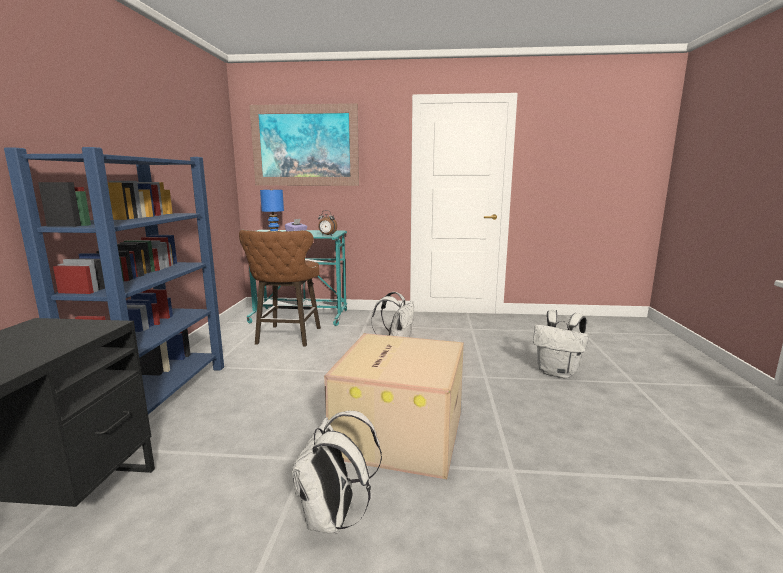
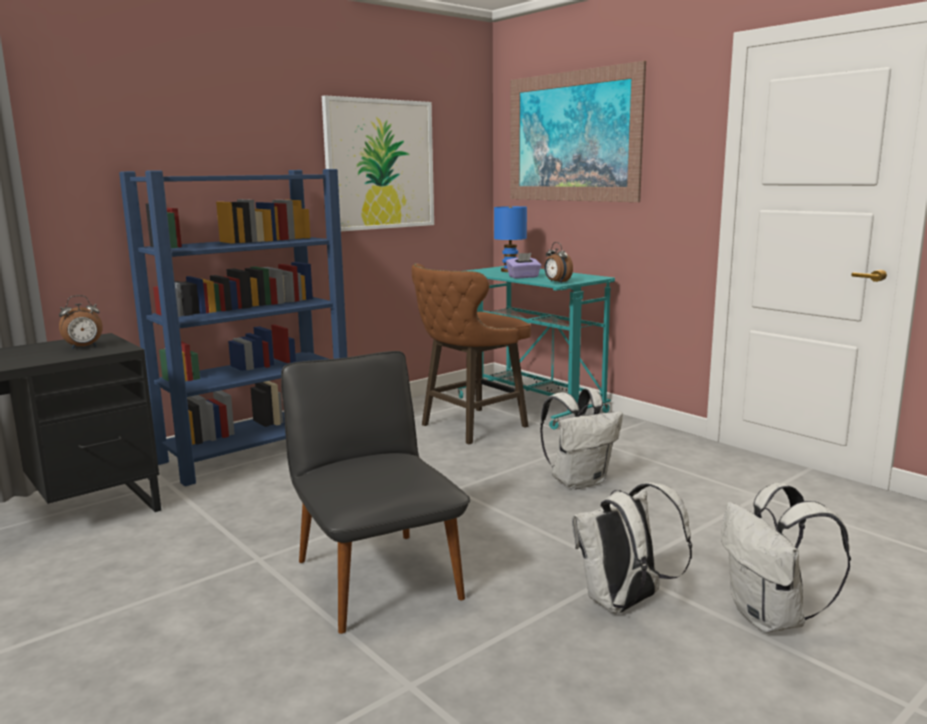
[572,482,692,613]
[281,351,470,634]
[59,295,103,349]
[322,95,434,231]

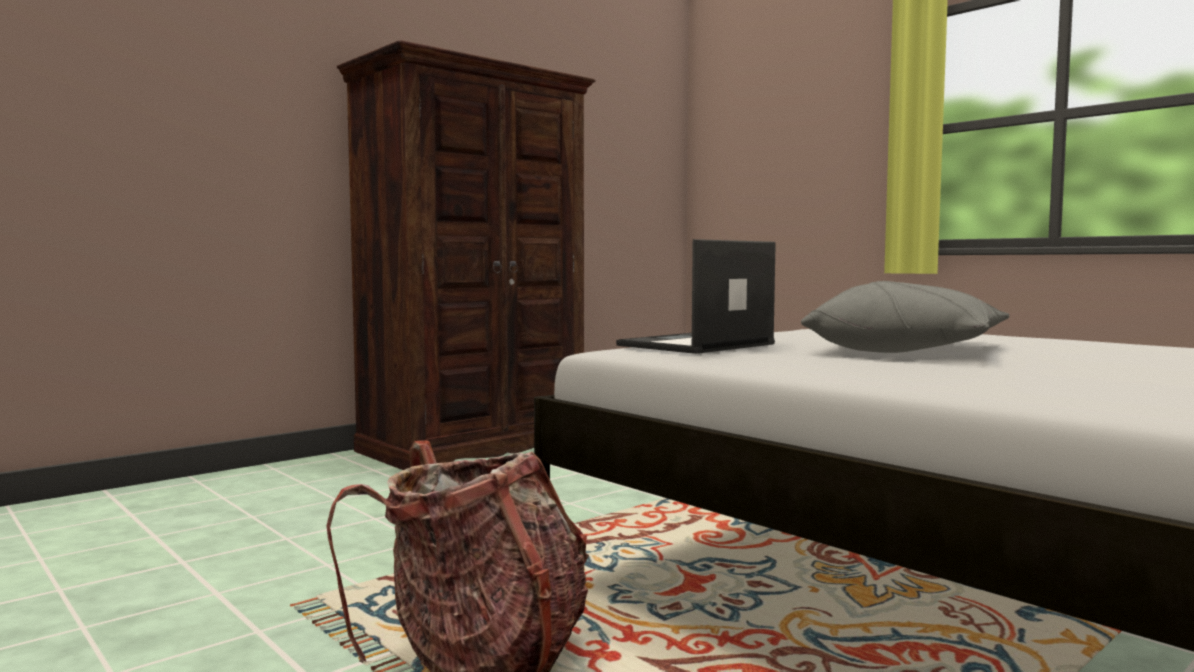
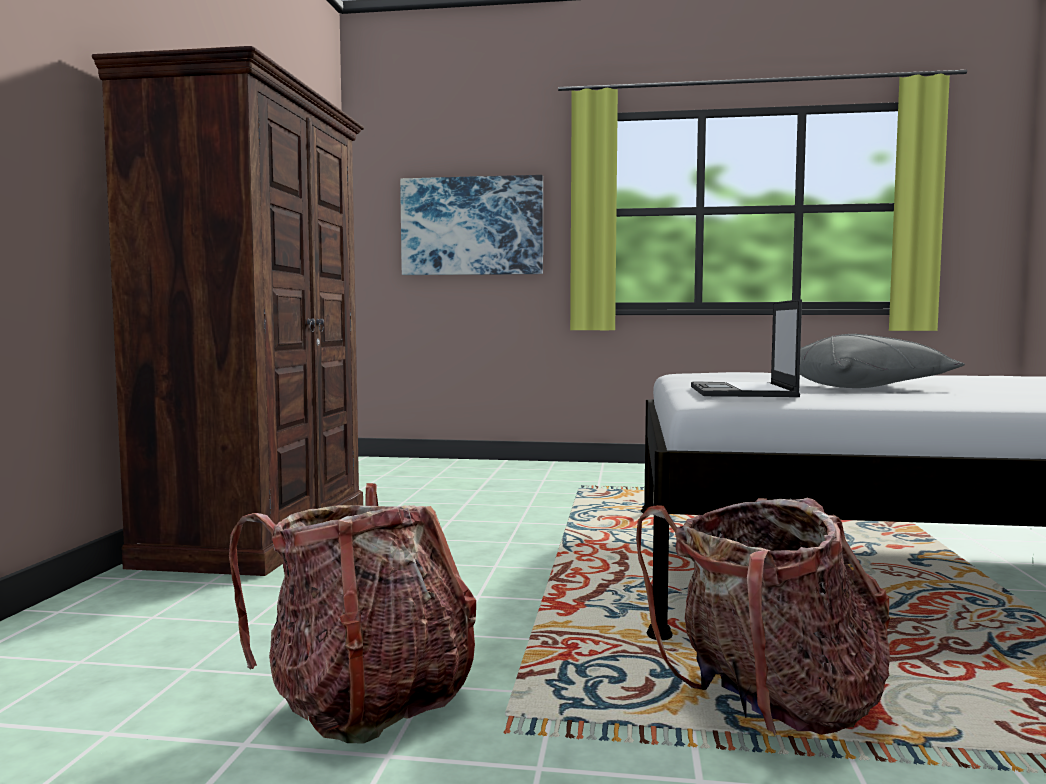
[229,483,476,743]
[400,175,543,275]

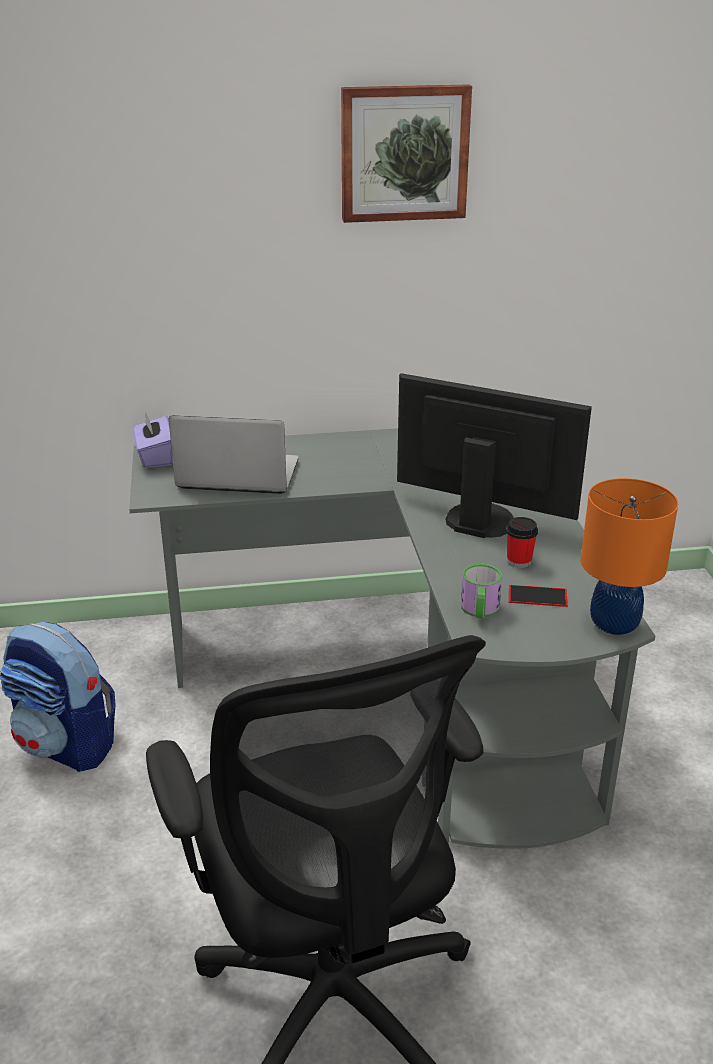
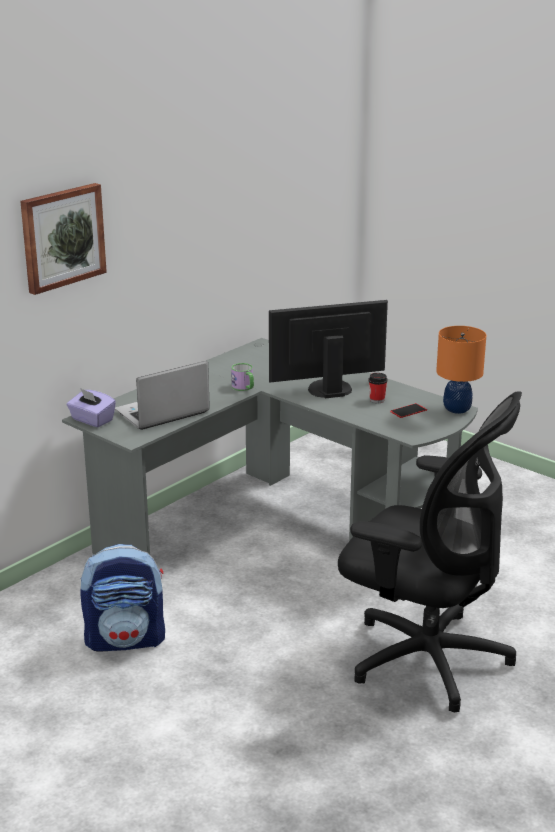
[20,183,107,295]
[231,363,254,391]

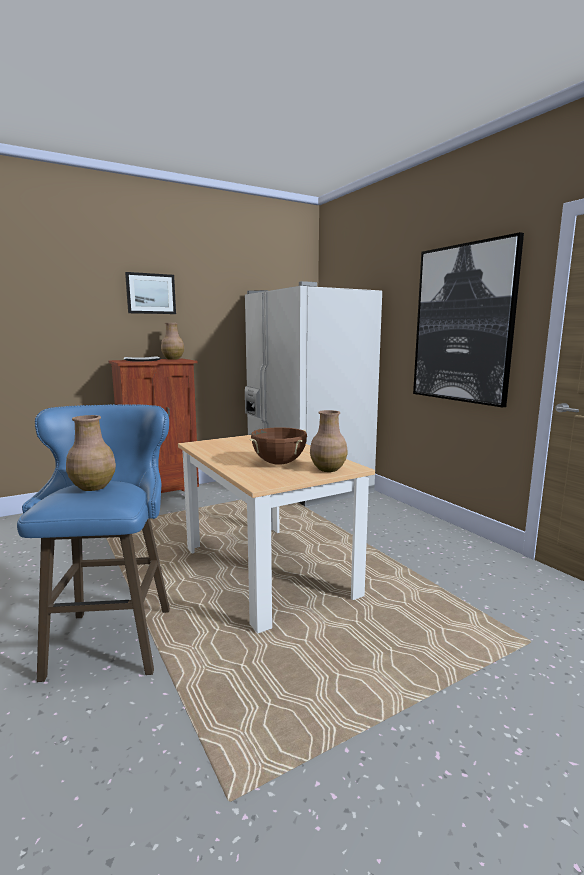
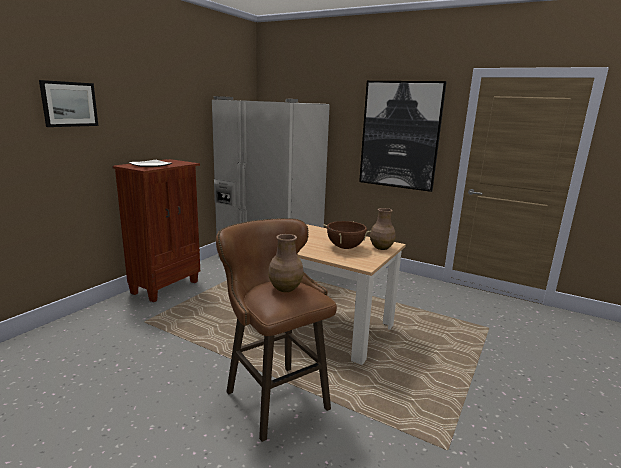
[216,218,337,442]
[39,80,98,127]
[161,323,184,360] (first image)

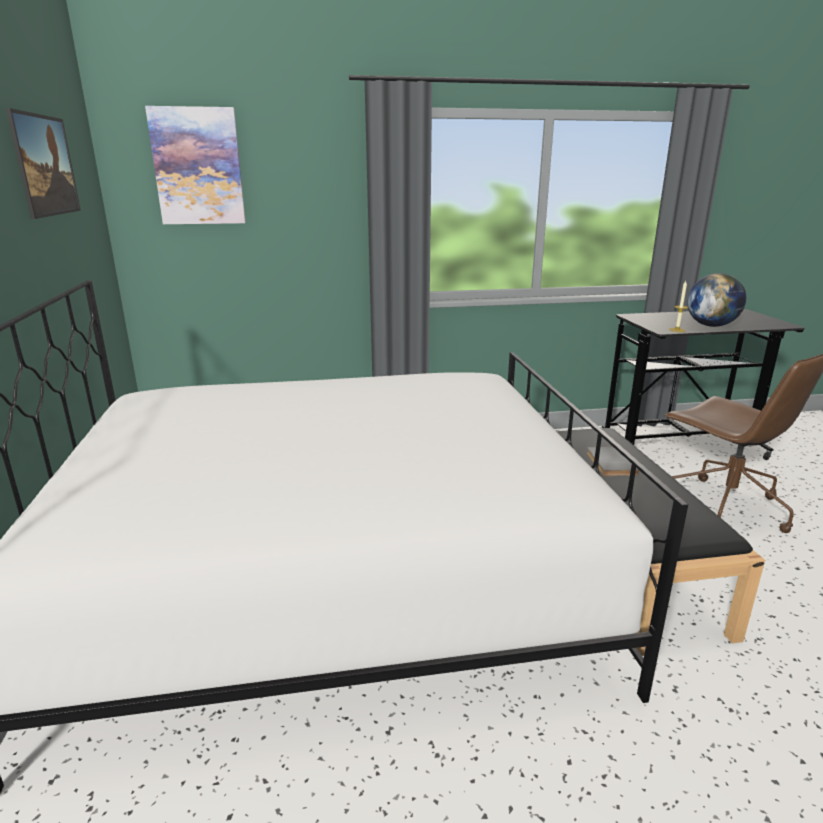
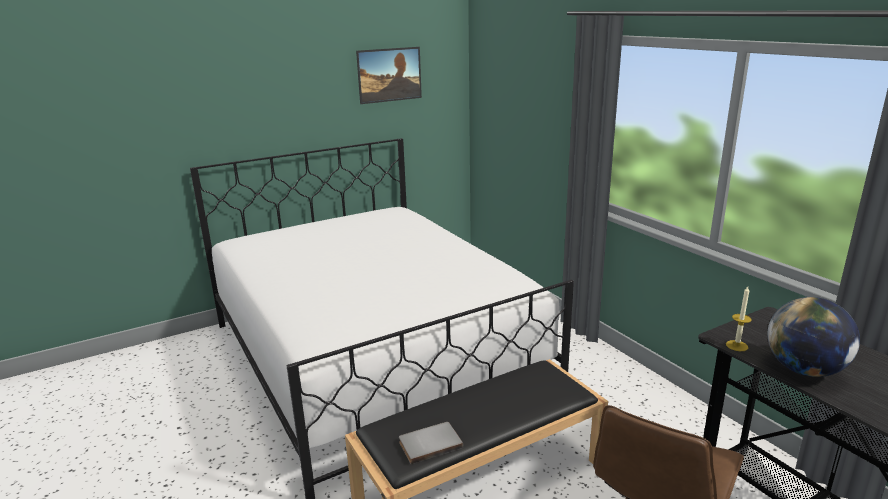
[145,106,246,224] (first image)
[399,422,463,464]

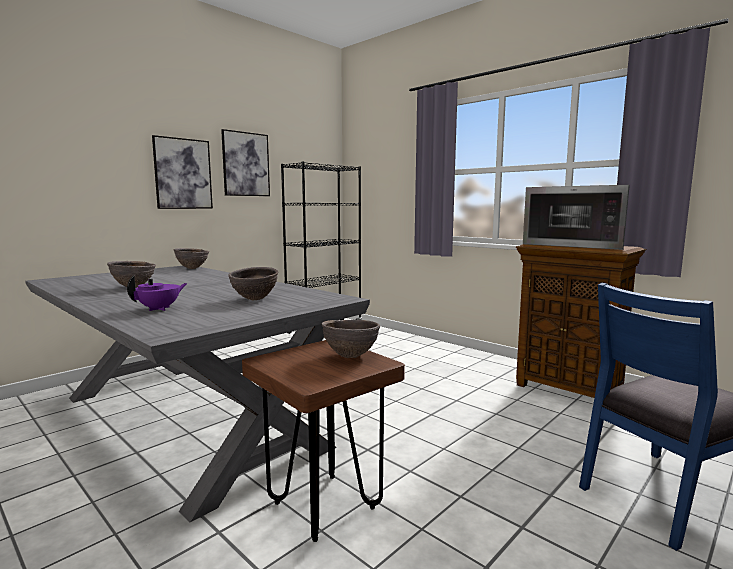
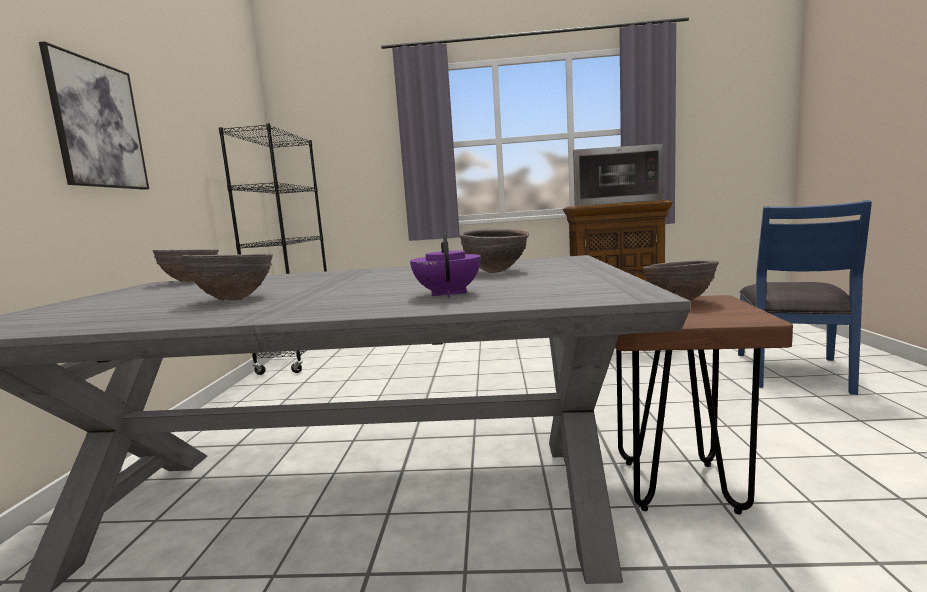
[221,129,270,196] (first image)

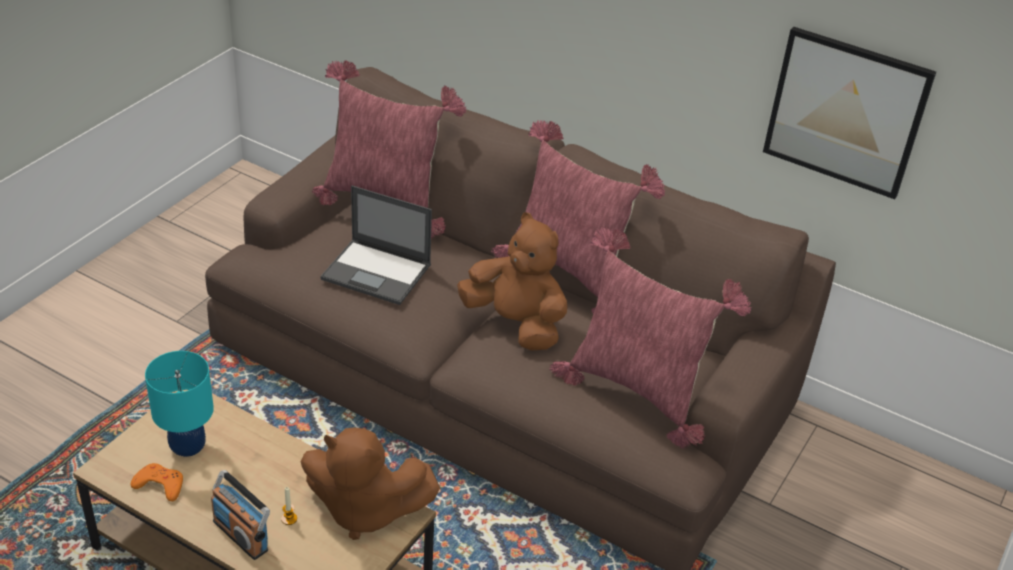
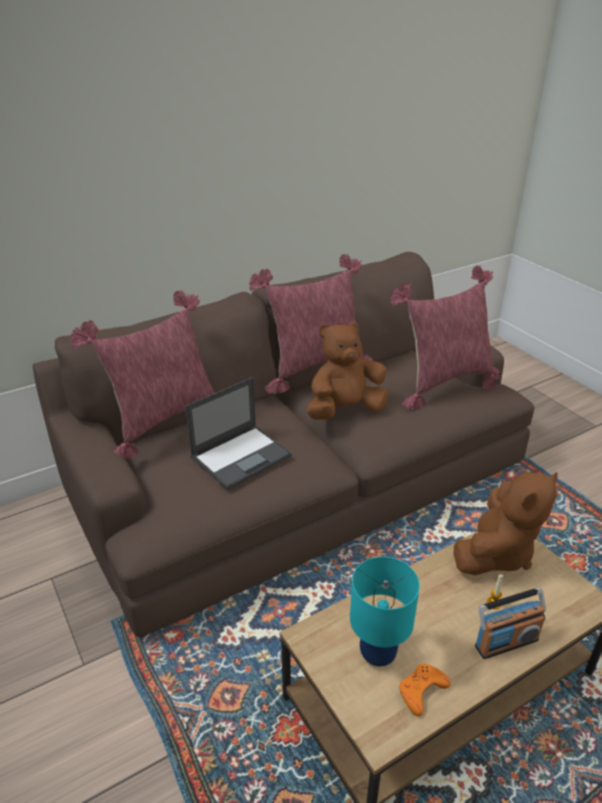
[763,26,936,199] (first image)

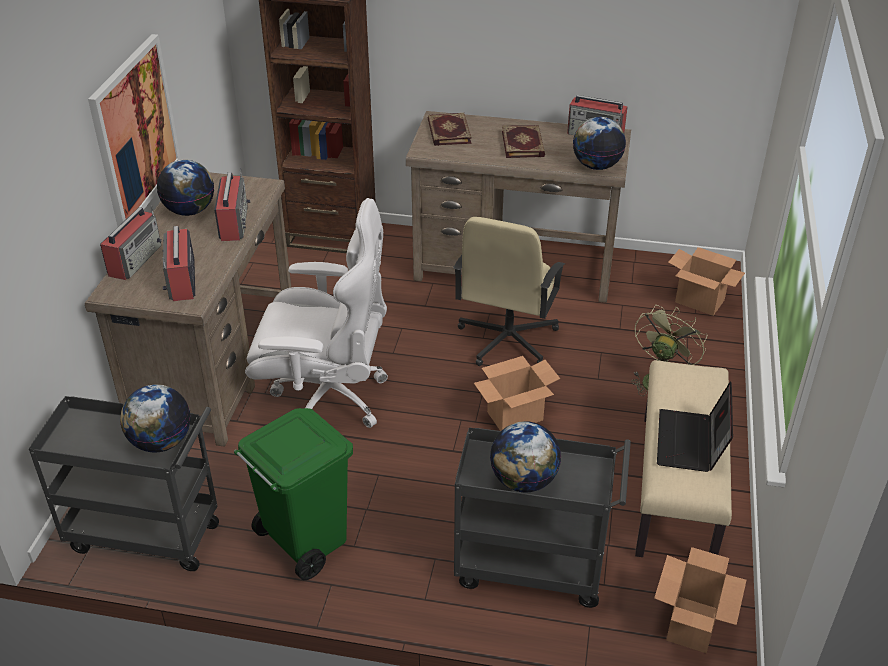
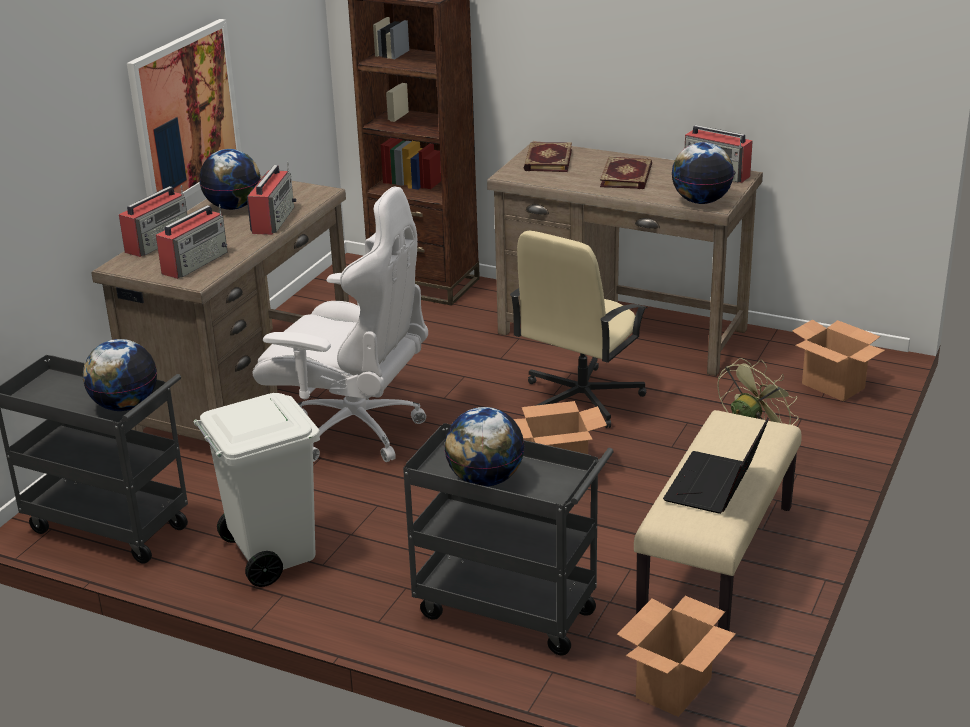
[156,204,228,279]
[193,393,320,587]

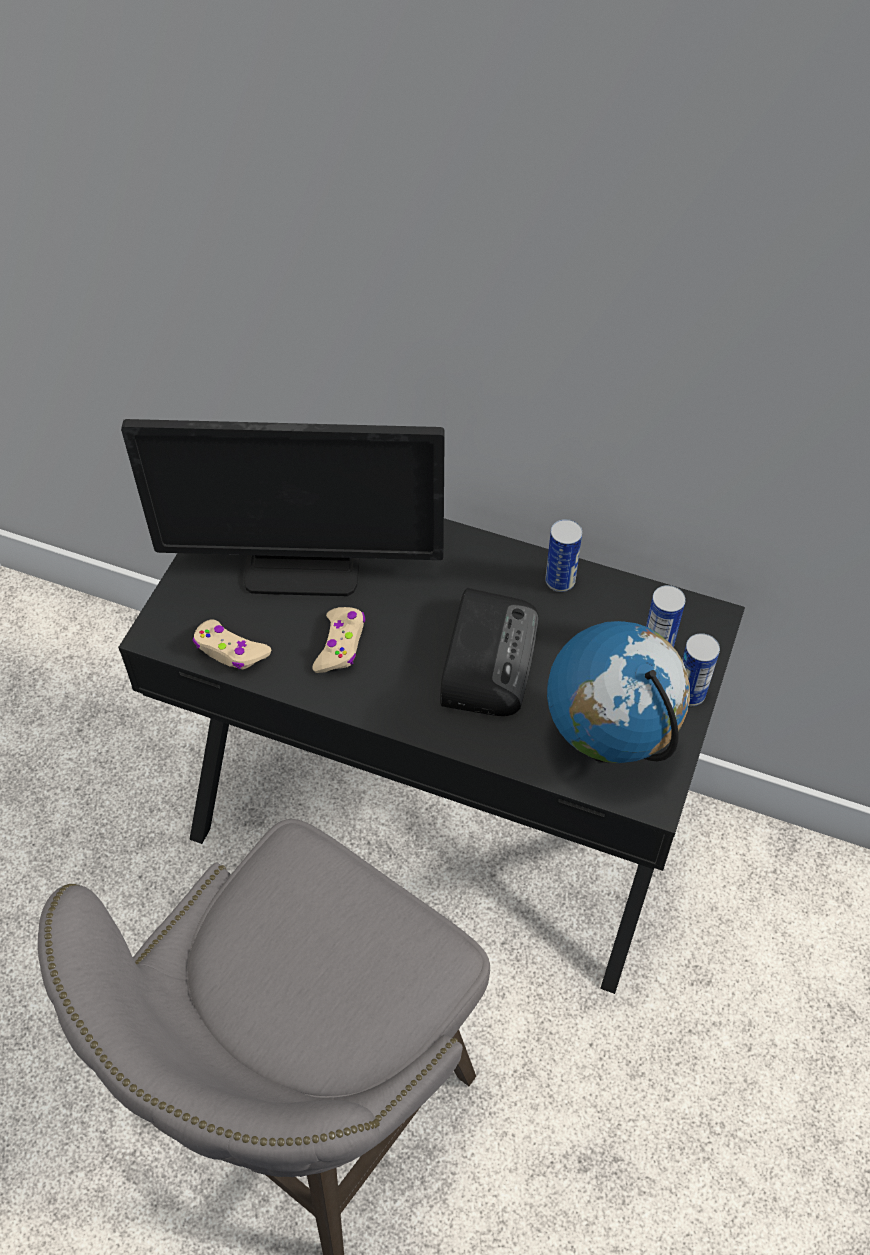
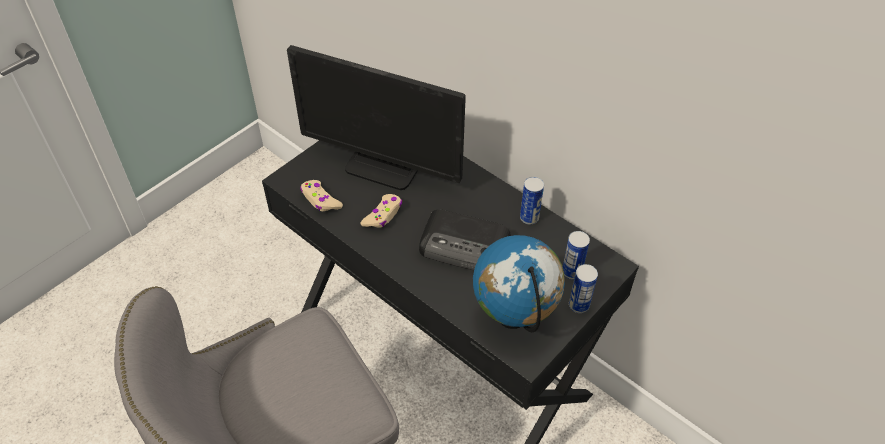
[419,209,510,270]

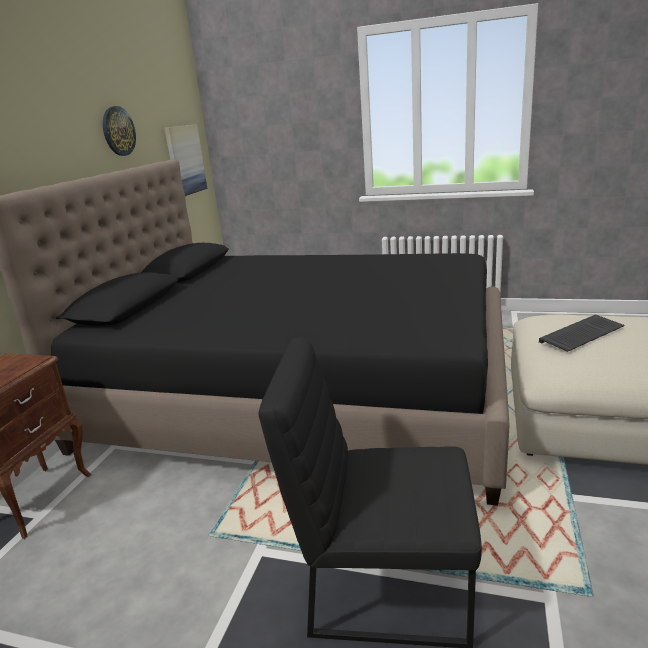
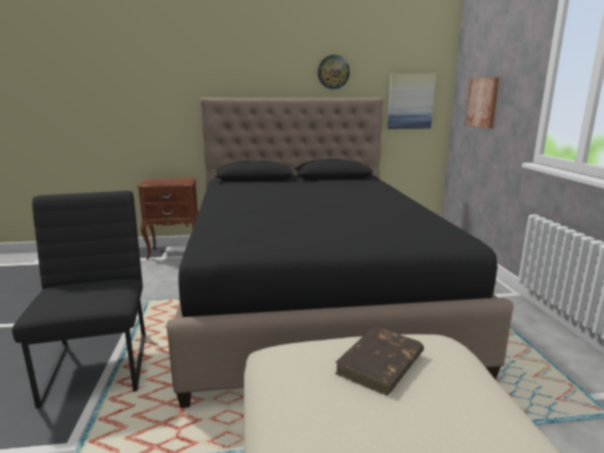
[335,326,424,395]
[465,77,500,129]

